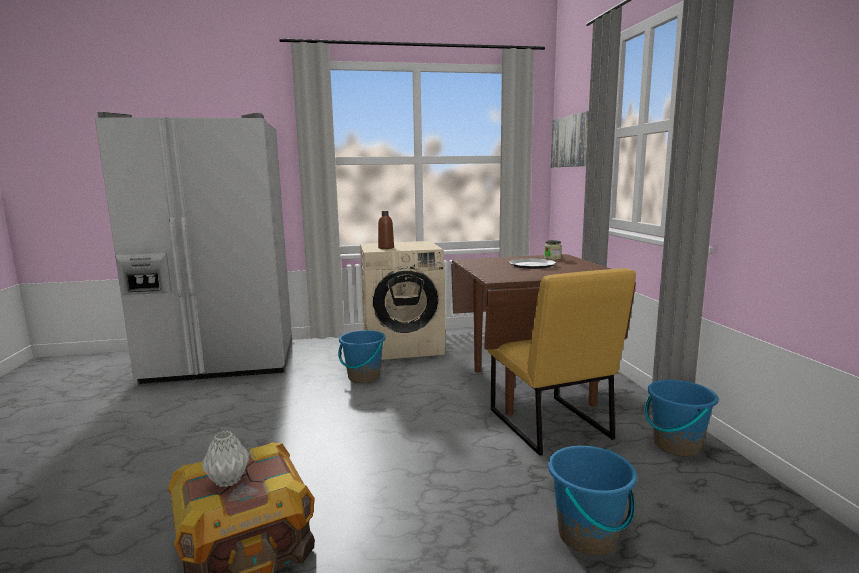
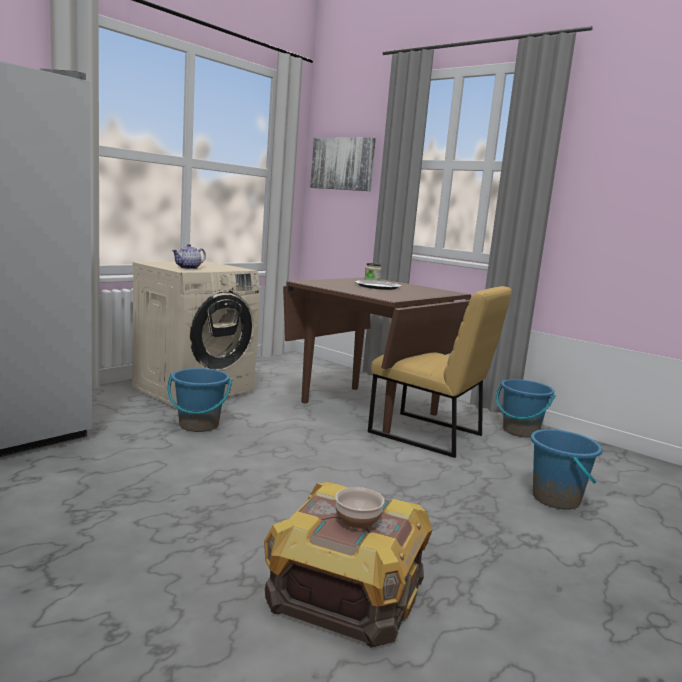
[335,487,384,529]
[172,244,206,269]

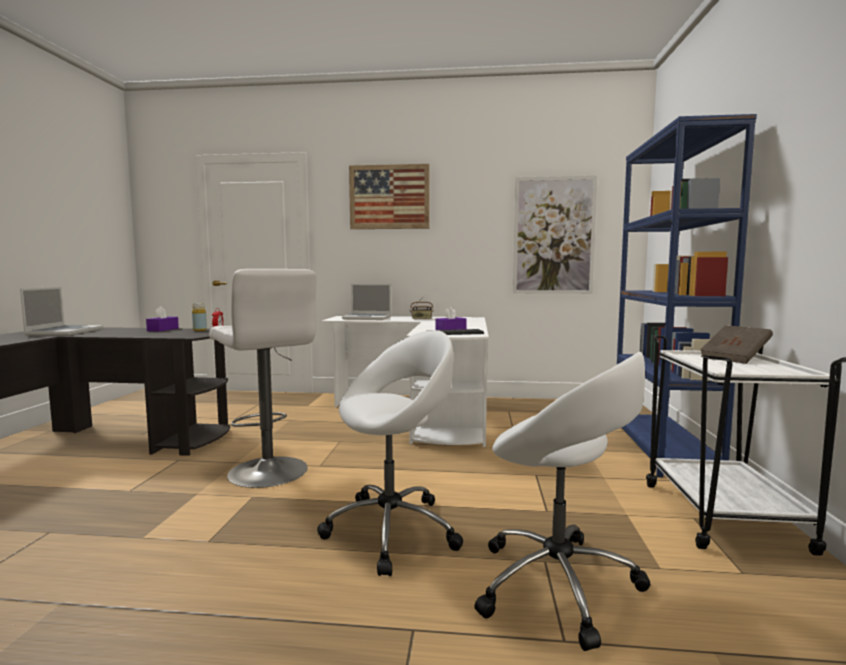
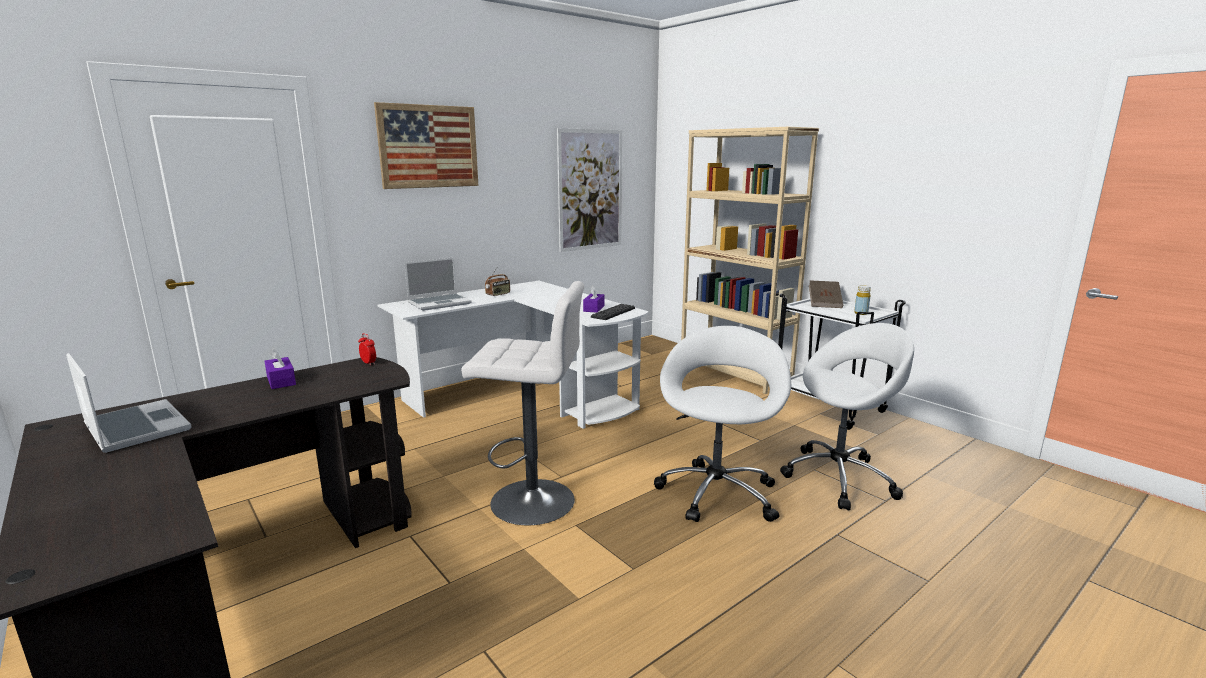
[854,285,871,315]
[681,127,819,394]

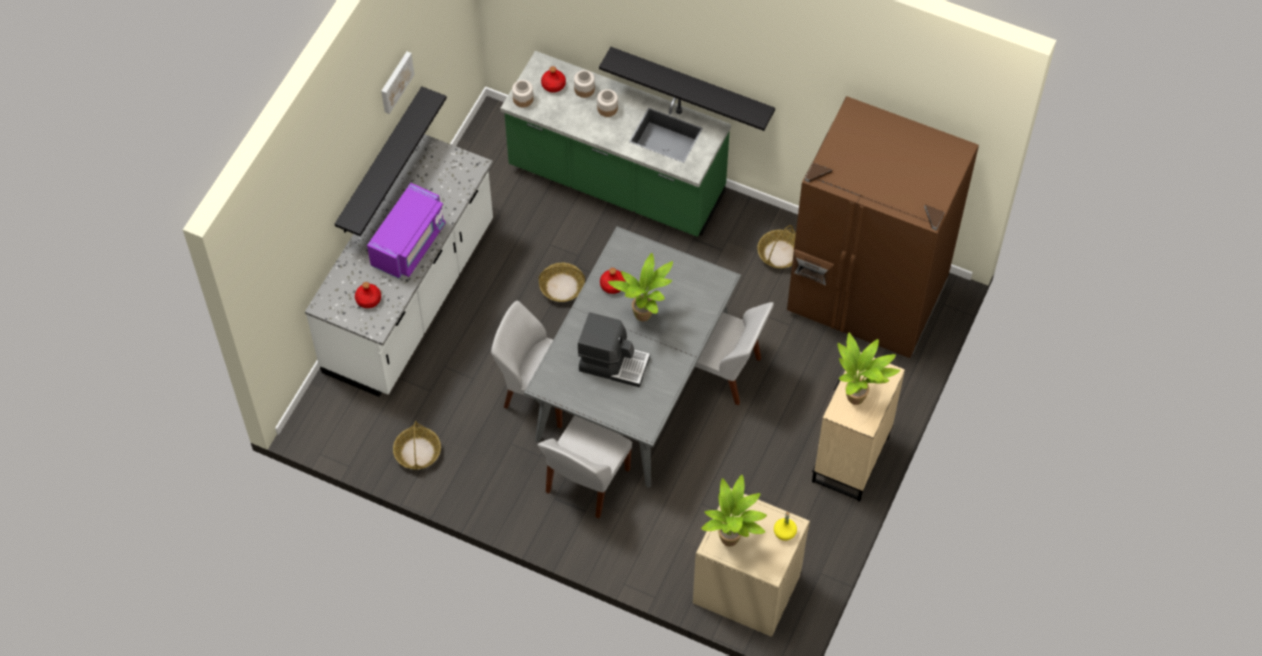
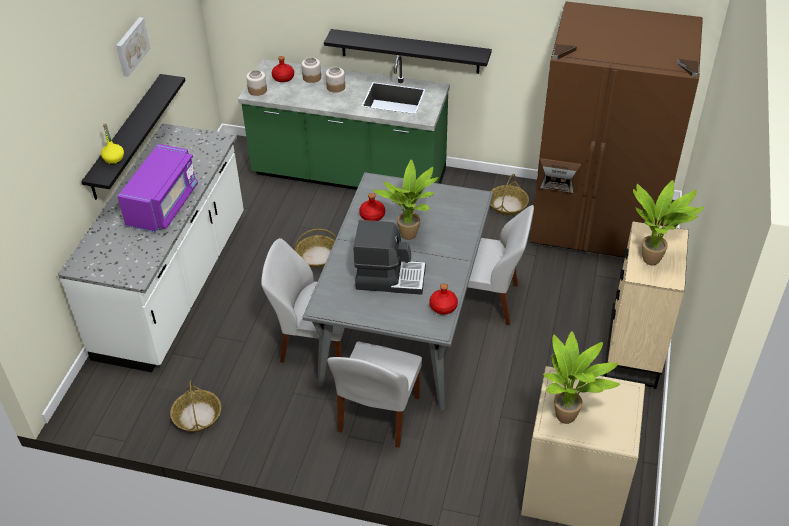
[429,283,458,315]
[101,123,124,165]

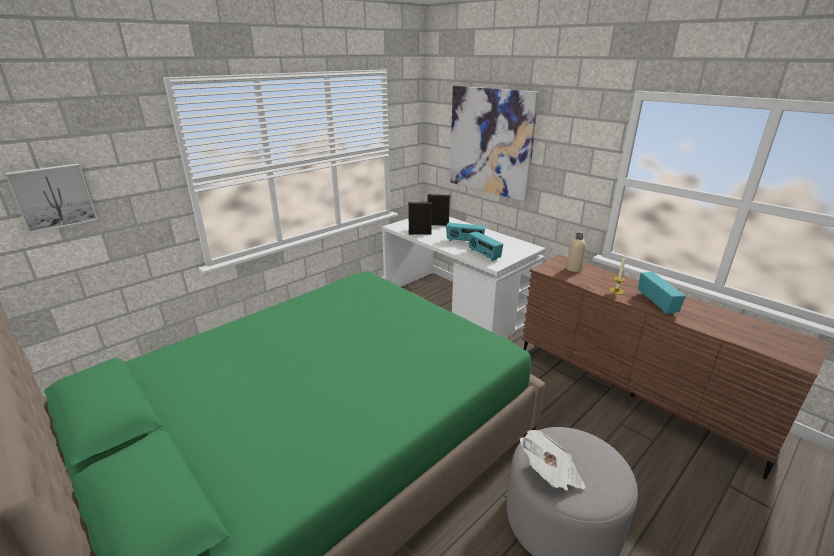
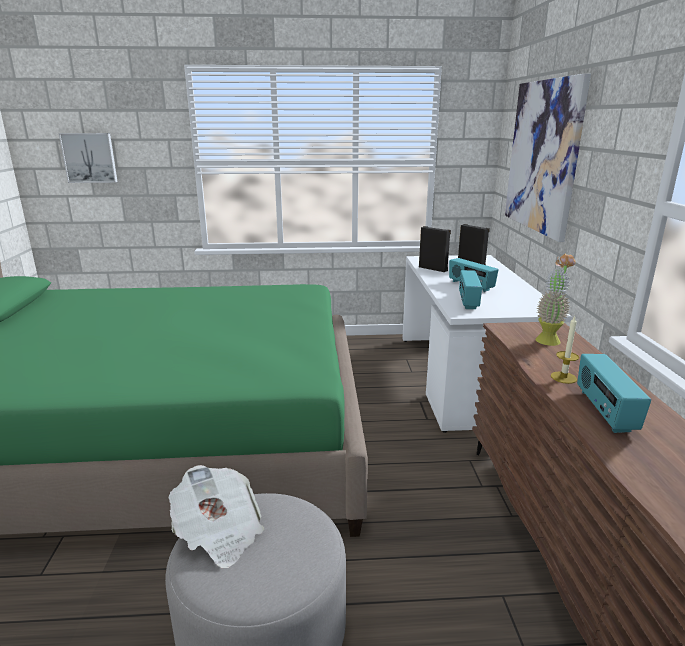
[535,253,576,346]
[577,354,651,433]

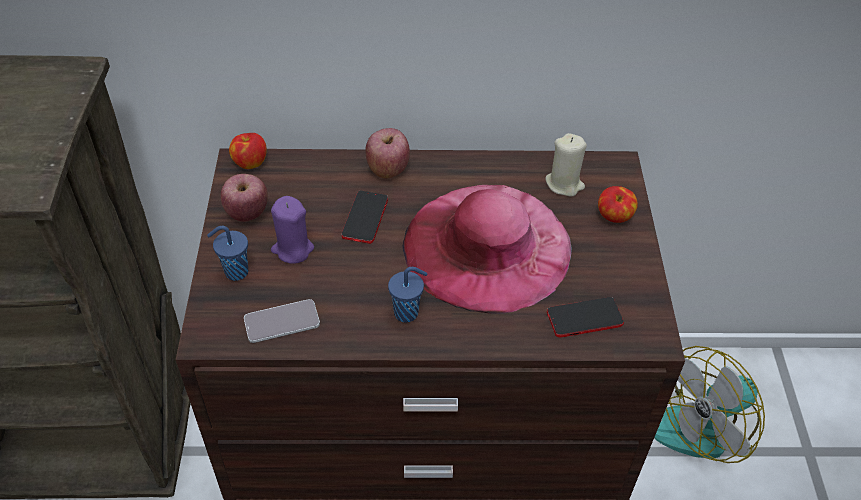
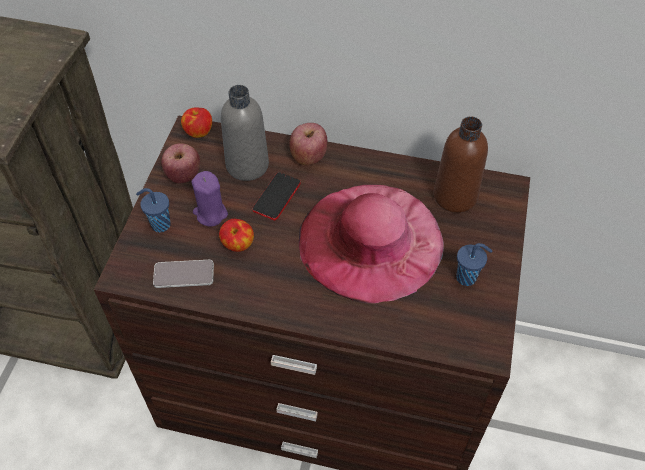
[456,243,492,286]
[434,116,488,213]
[547,297,624,337] (first image)
[219,219,254,252]
[654,346,765,463] (first image)
[221,85,269,181]

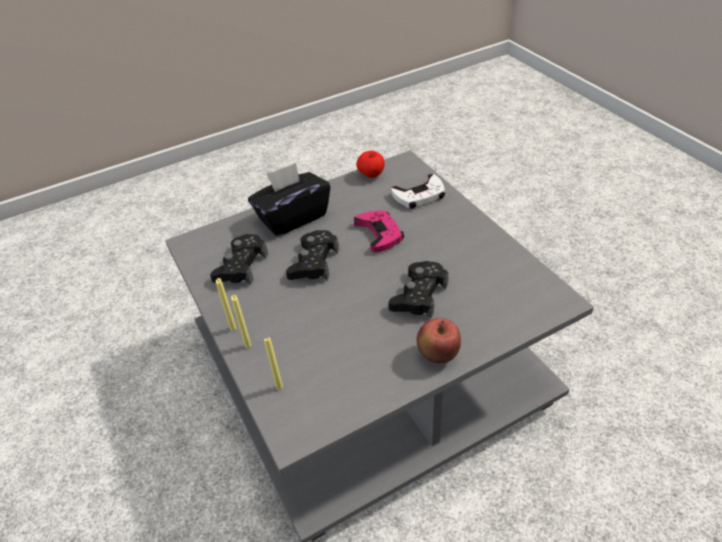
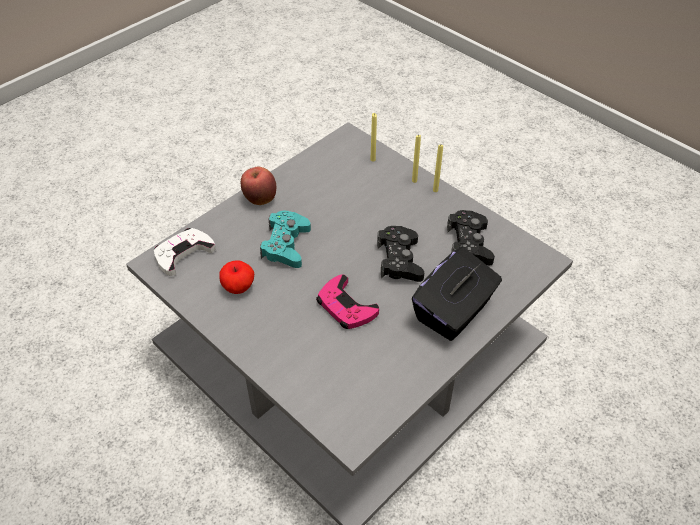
[219,260,254,294]
[260,210,311,268]
[154,228,216,276]

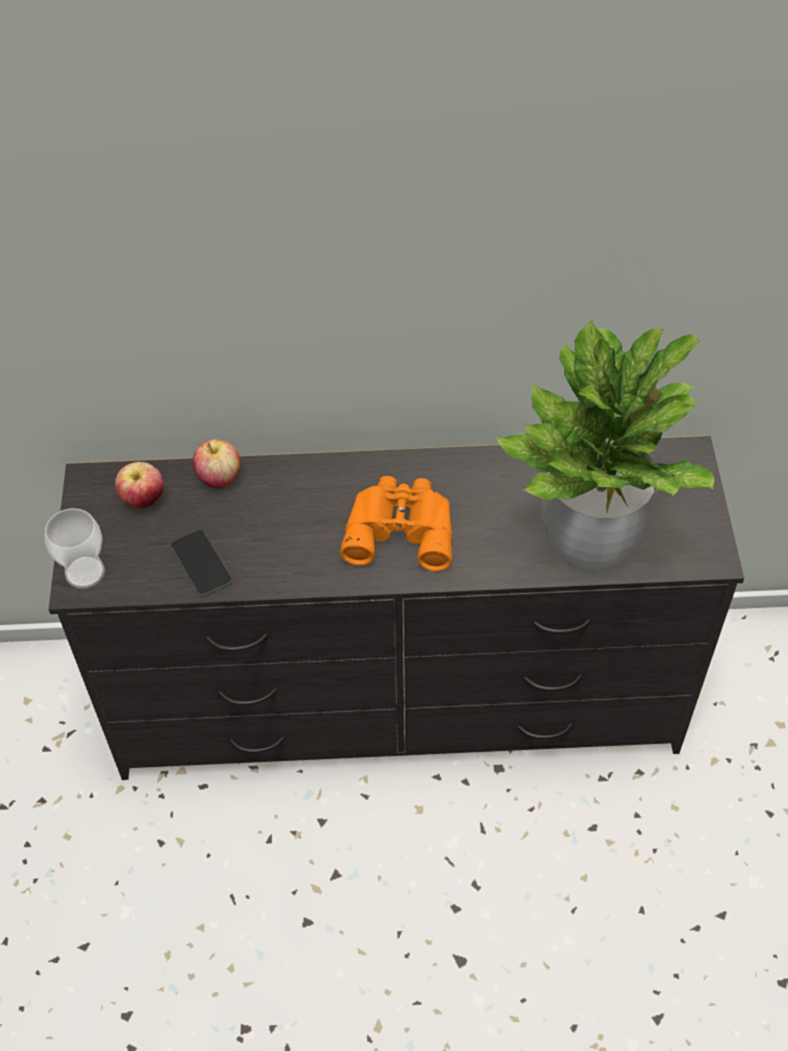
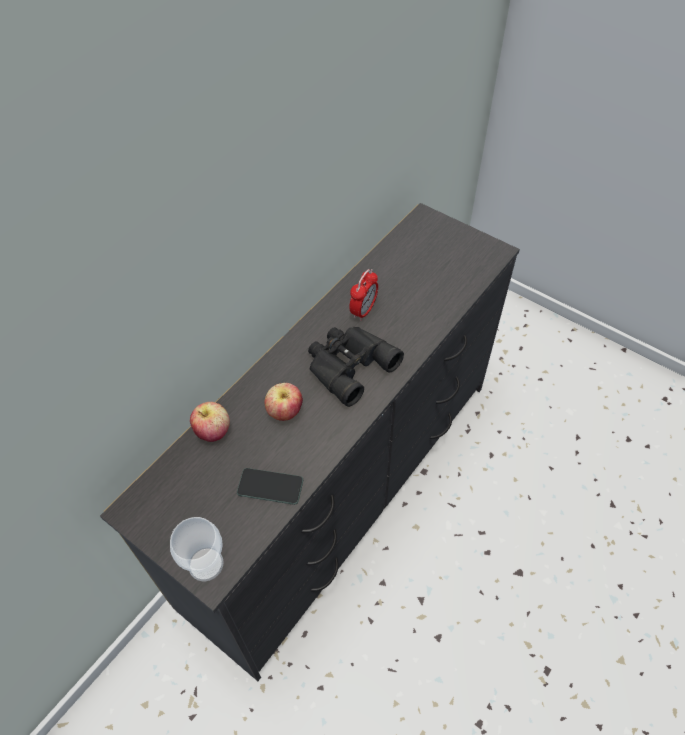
[264,383,303,421]
[308,327,404,407]
[495,319,714,573] (first image)
[349,269,378,321]

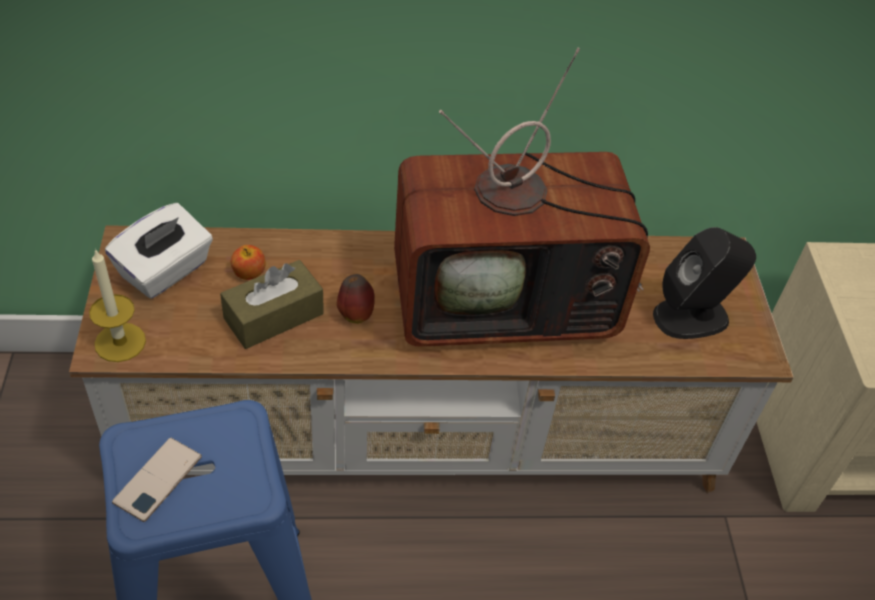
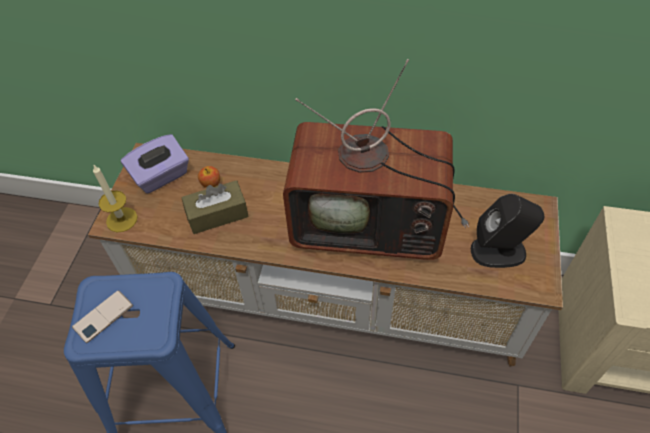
[121,134,189,194]
[337,274,375,324] (first image)

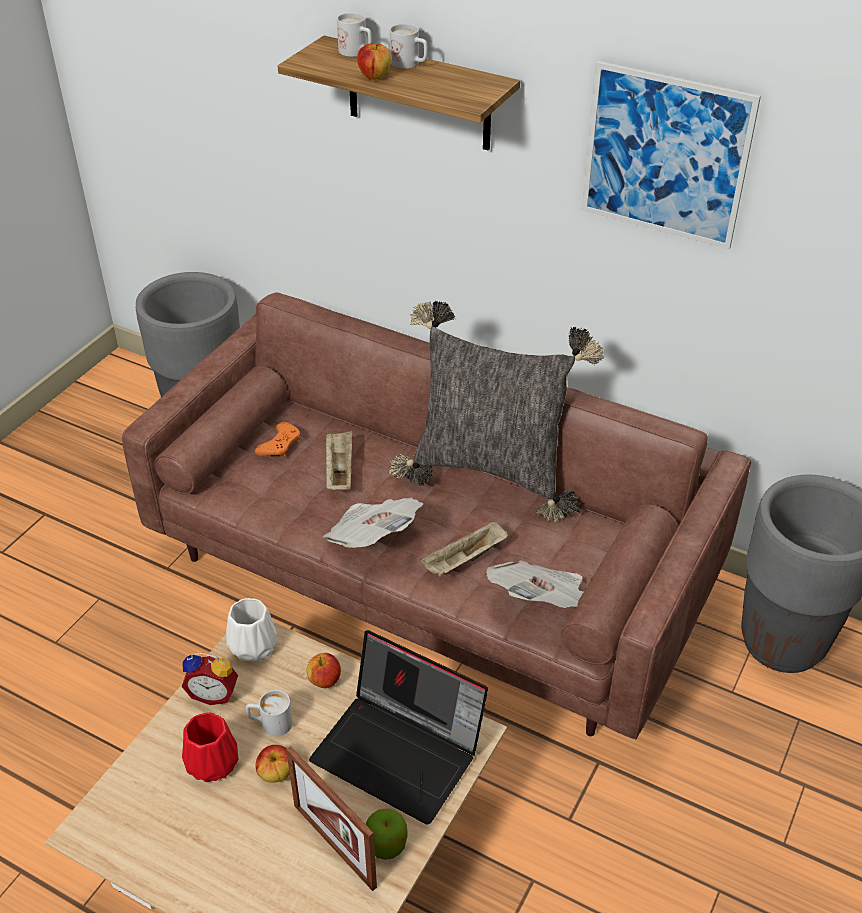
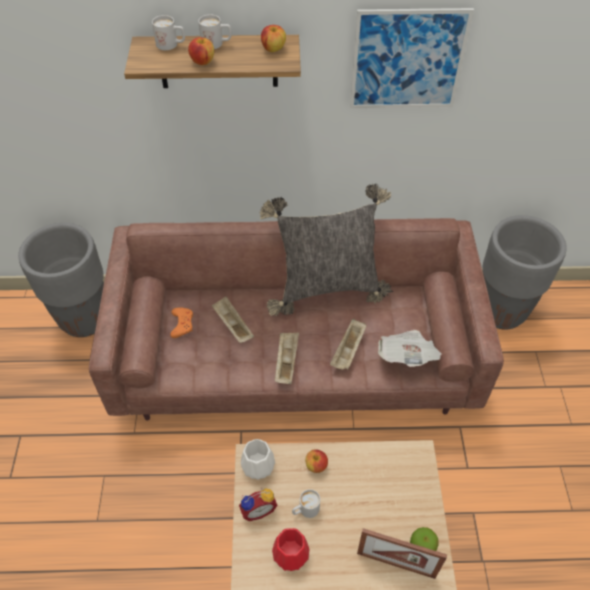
[261,25,286,52]
[309,630,488,825] (first image)
[275,332,299,384]

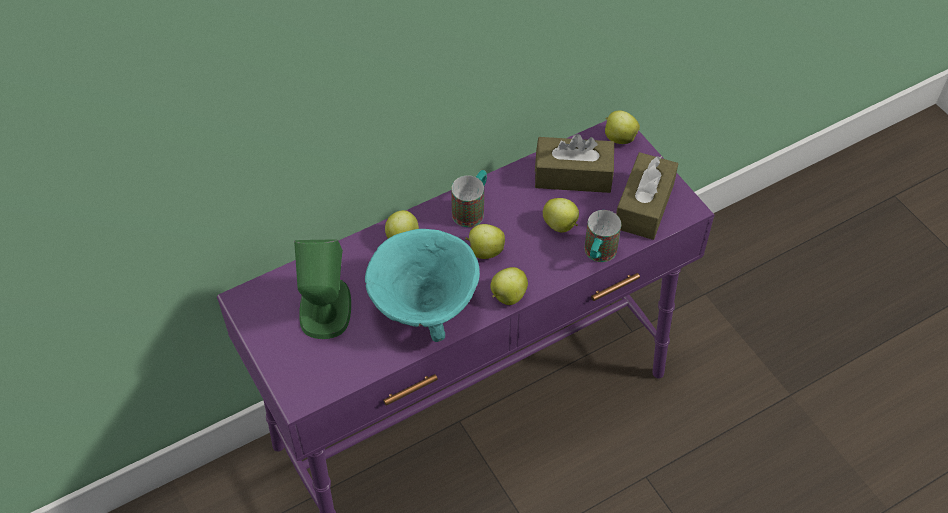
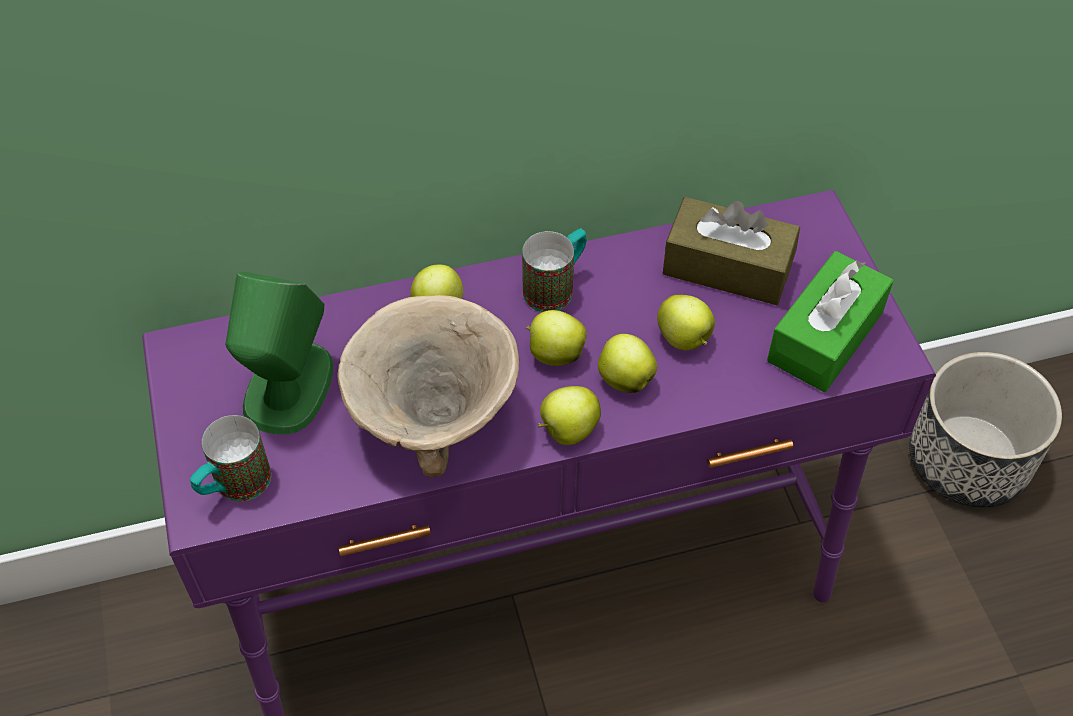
[337,295,519,477]
[190,415,271,501]
[598,334,657,393]
[767,251,894,392]
[909,352,1062,507]

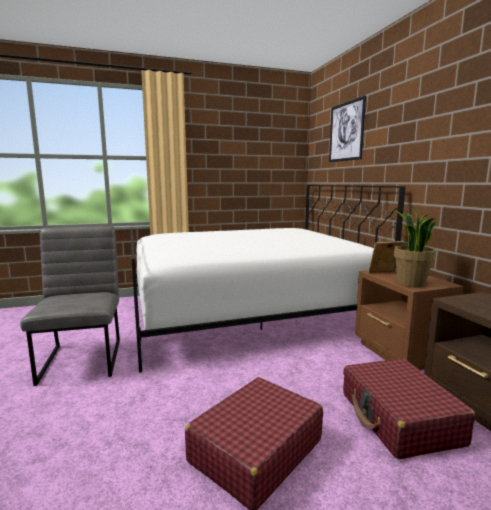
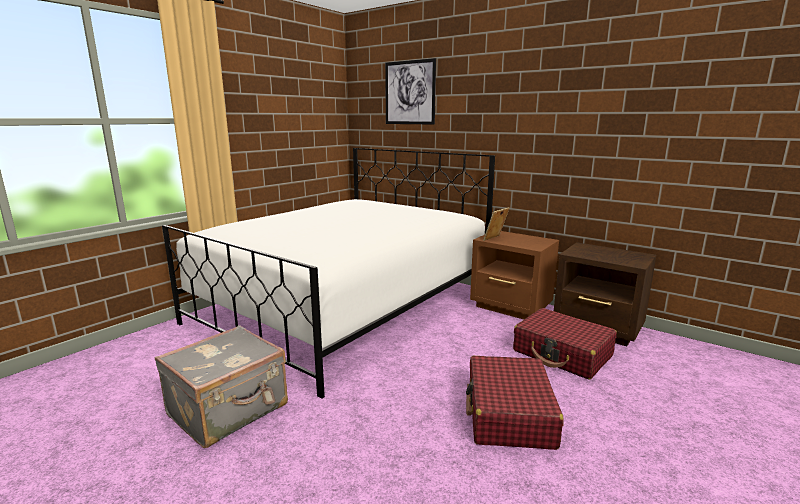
[154,325,288,448]
[393,209,437,288] (first image)

